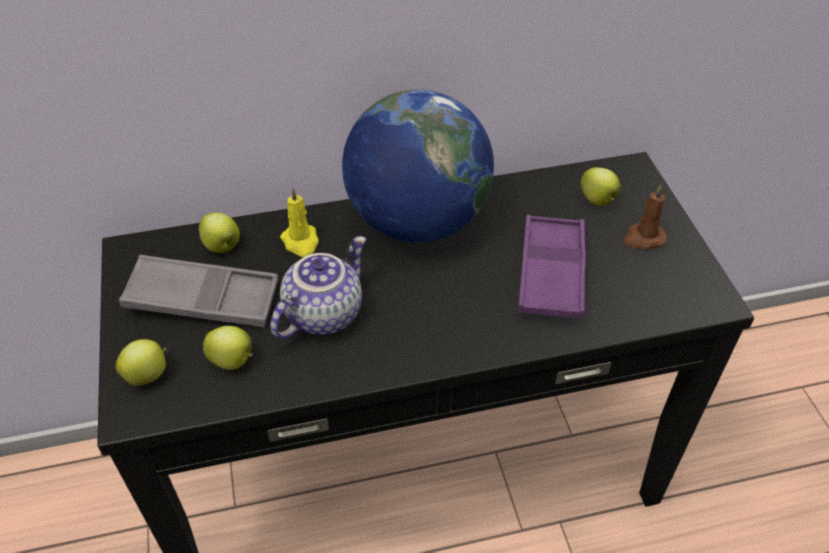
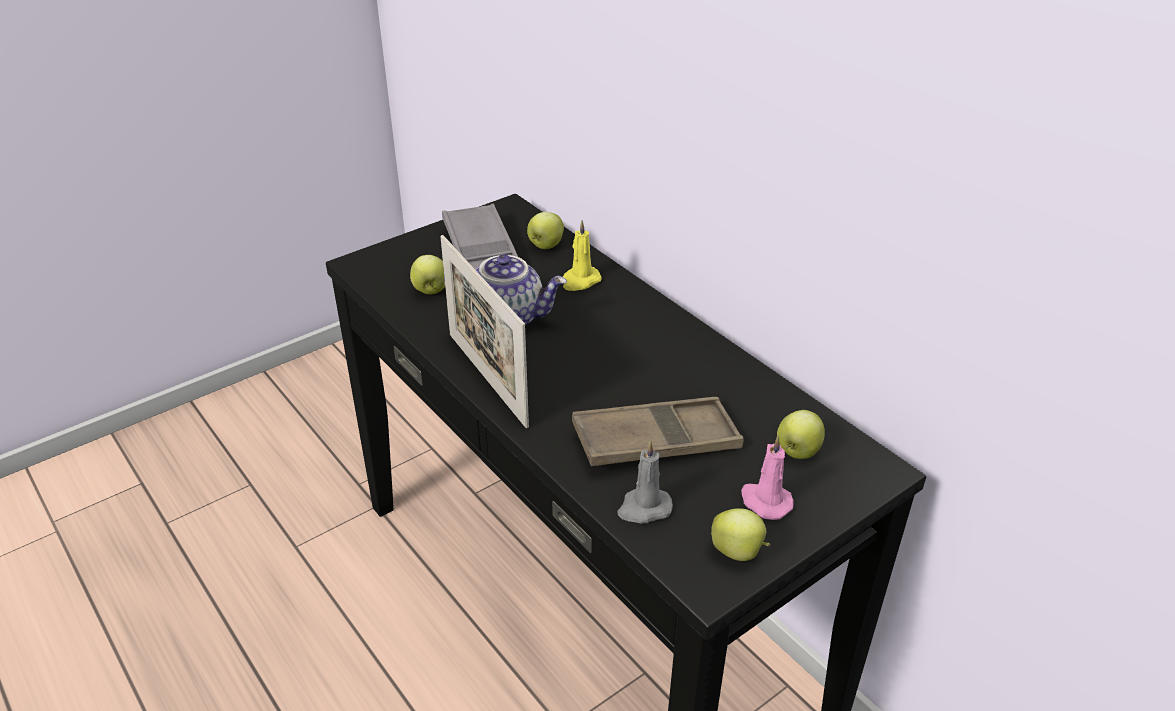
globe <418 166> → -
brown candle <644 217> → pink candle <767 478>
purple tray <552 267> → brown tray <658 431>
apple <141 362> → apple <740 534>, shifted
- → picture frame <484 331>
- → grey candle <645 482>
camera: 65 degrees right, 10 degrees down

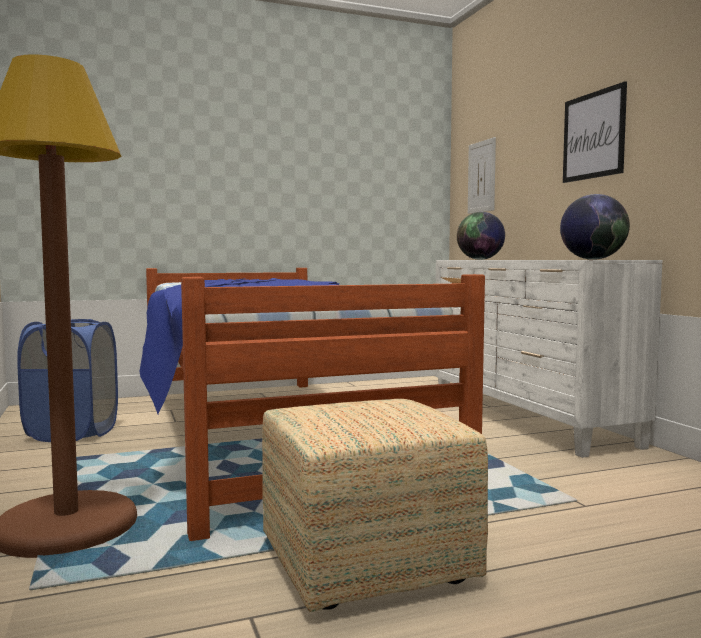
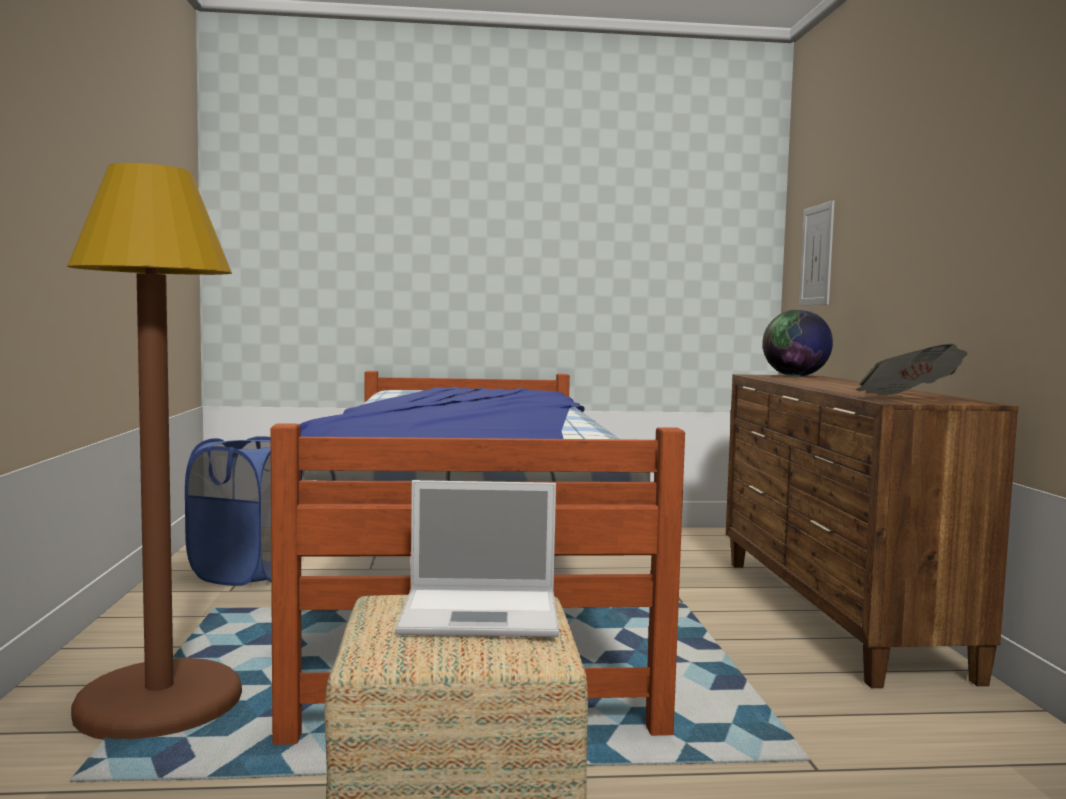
picture <595 132> → -
globe <595 227> → newspaper <911 369>
white dresser <548 359> → brown dresser <872 531>
- → laptop <477 558>
camera: 15 degrees right, 0 degrees up

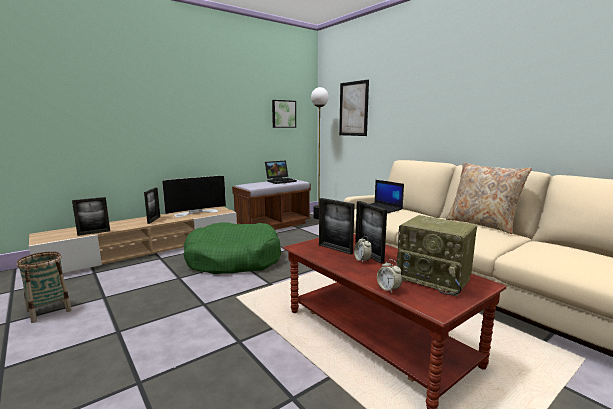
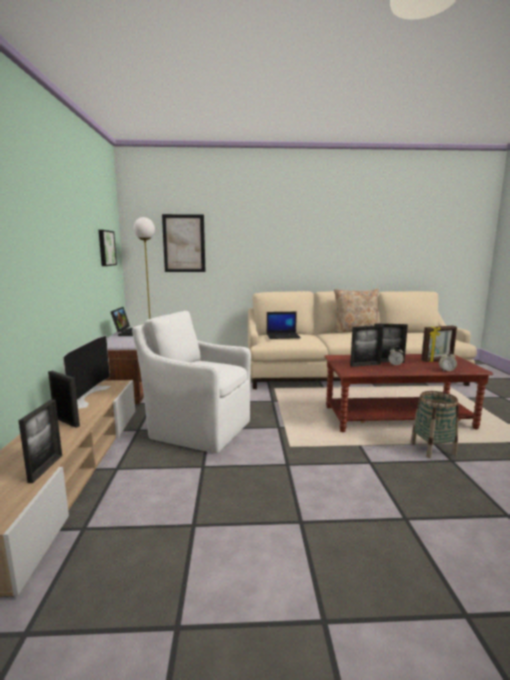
radio <437 255> → picture frame <439 344>
green dog bed <232 248> → white armchair <191 382>
basket <44 287> → basket <434 424>, shifted
camera: 55 degrees left, 0 degrees up

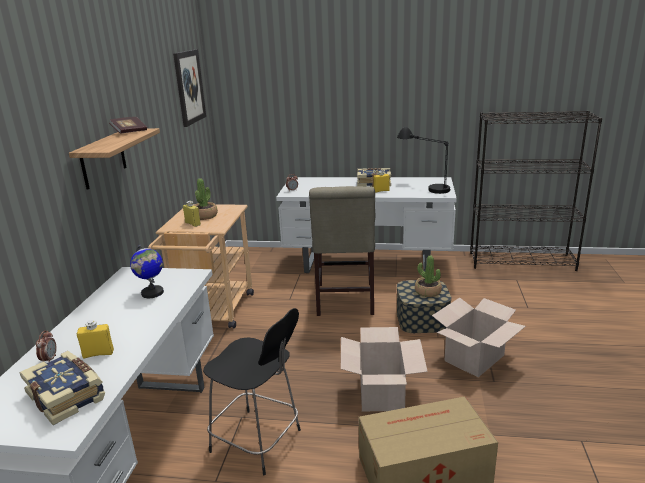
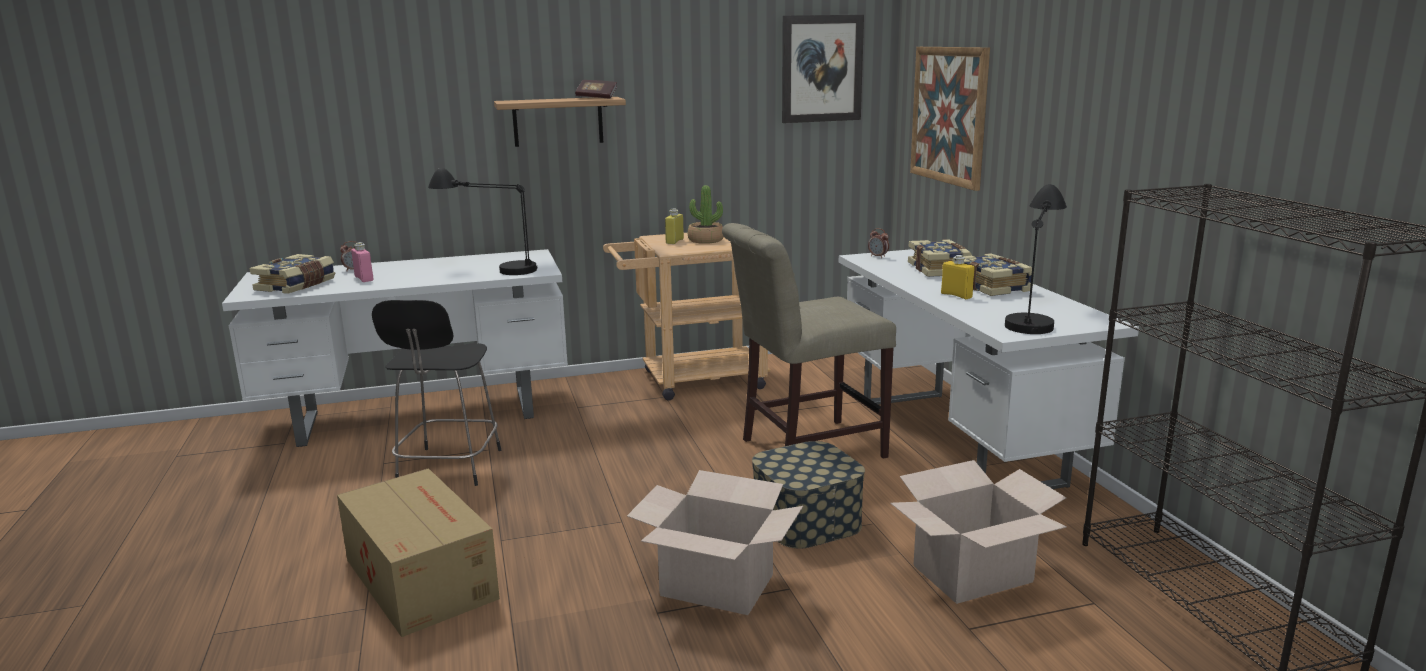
globe <147 271> → black table lamp <482 221>
potted plant <428 276> → -
yellow bottle <95 339> → pink bottle <362 262>
cardboard box <384 369> → cardboard box <978 532>, shifted
- → picture <950 119>
- → book <940 258>
camera: 65 degrees right, 5 degrees down

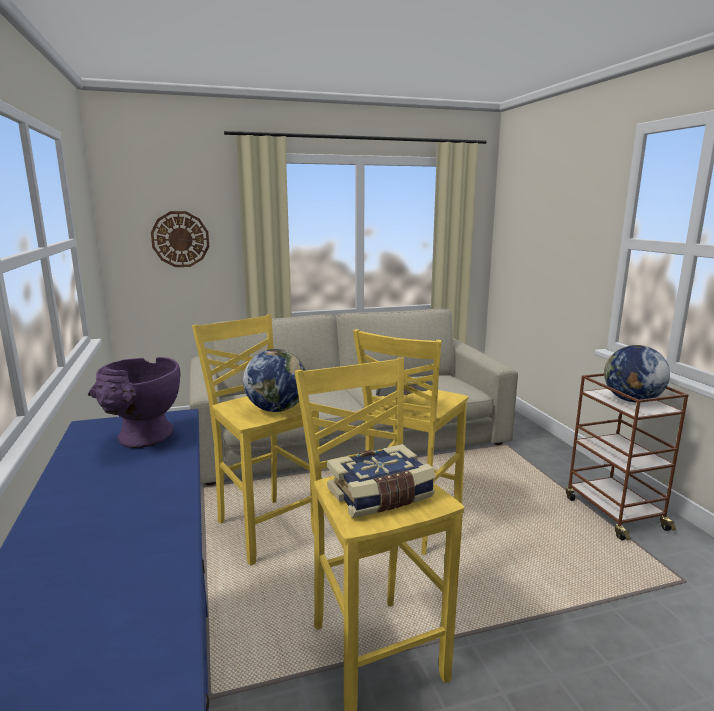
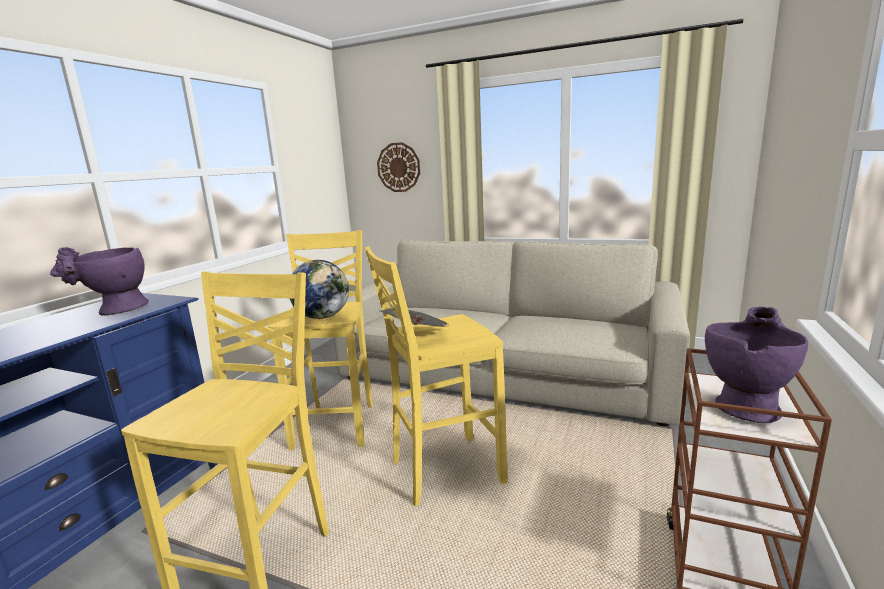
globe <637 374> → purple vase <756 365>
book <381 481> → -
camera: 40 degrees right, 0 degrees up

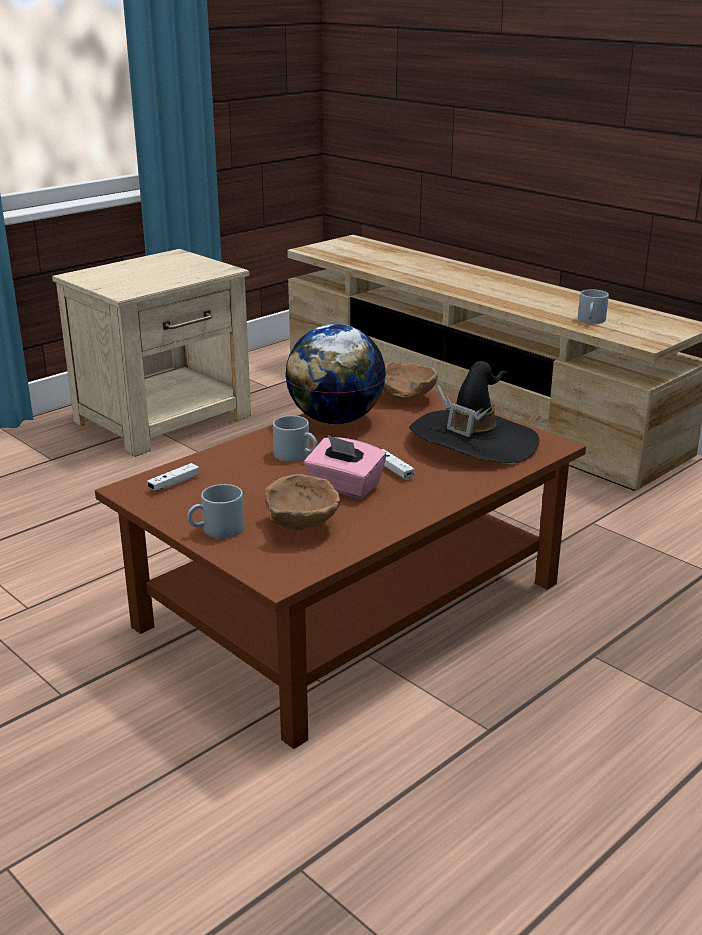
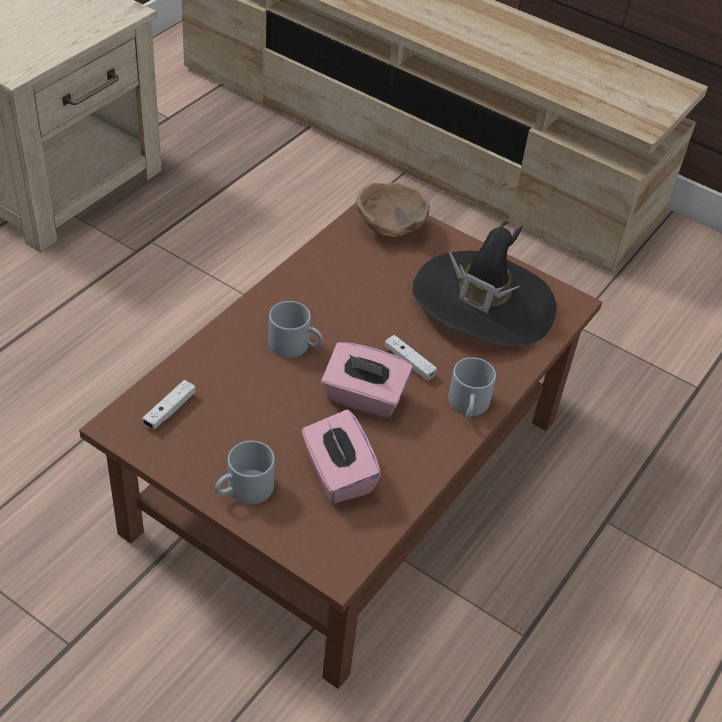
grey mug <593 306> → grey mug <472 387>, shifted
globe <335 374> → -
brown bowl <302 502> → pink tissue box <341 457>
camera: 15 degrees left, 20 degrees up

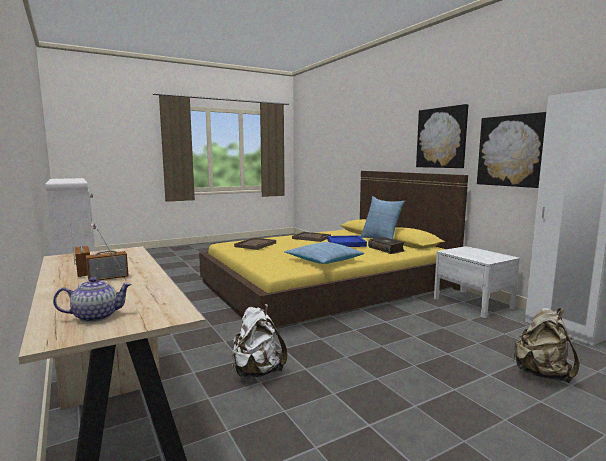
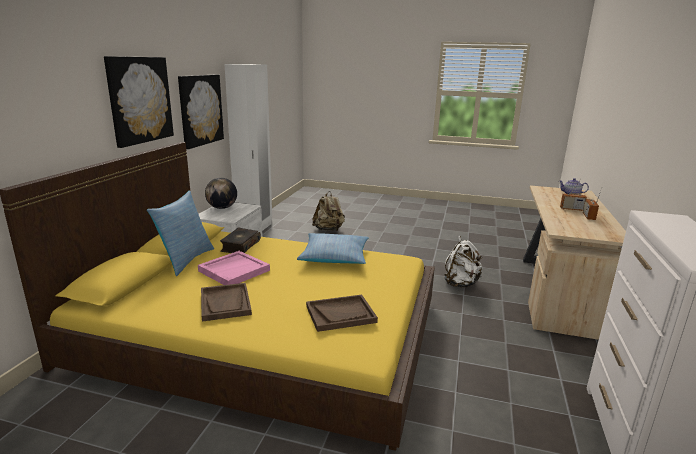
blue tray <347 241> → pink tray <234 268>
- → globe <221 193>
camera: 135 degrees left, 10 degrees up

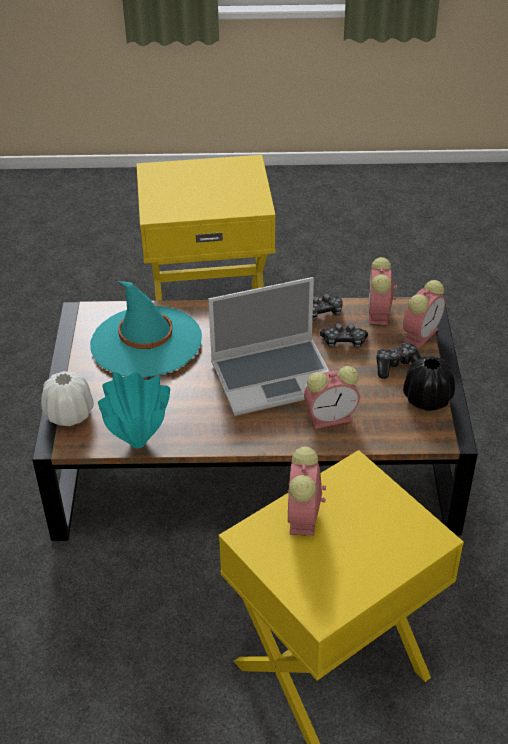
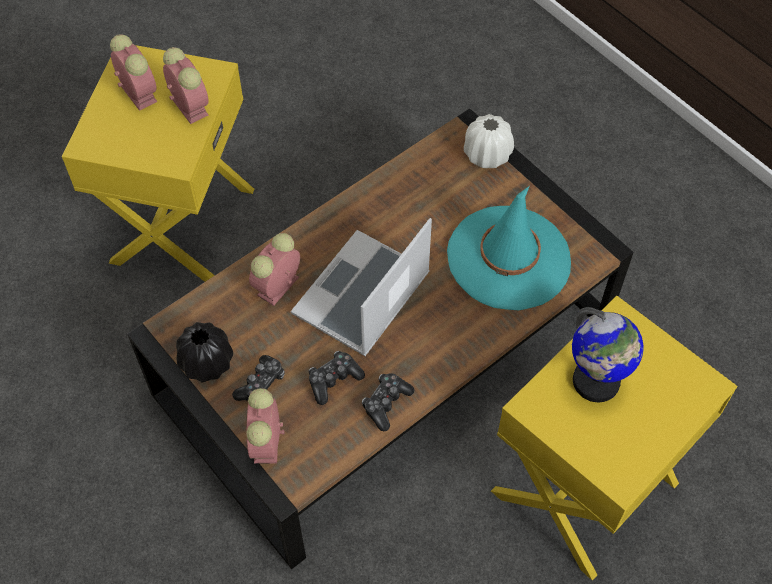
alarm clock <382 291> → alarm clock <133 72>, shifted
turquoise vase <134 410> → -
- → globe <607 354>
camera: 140 degrees right, 15 degrees up

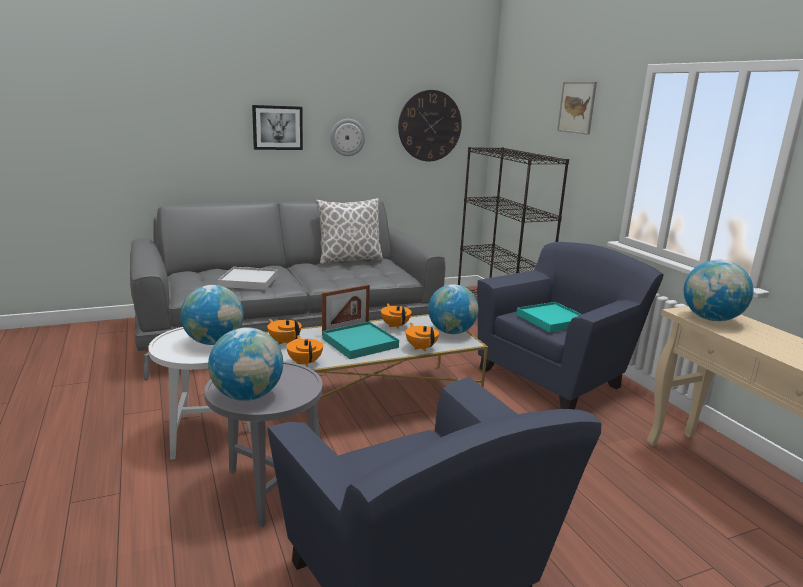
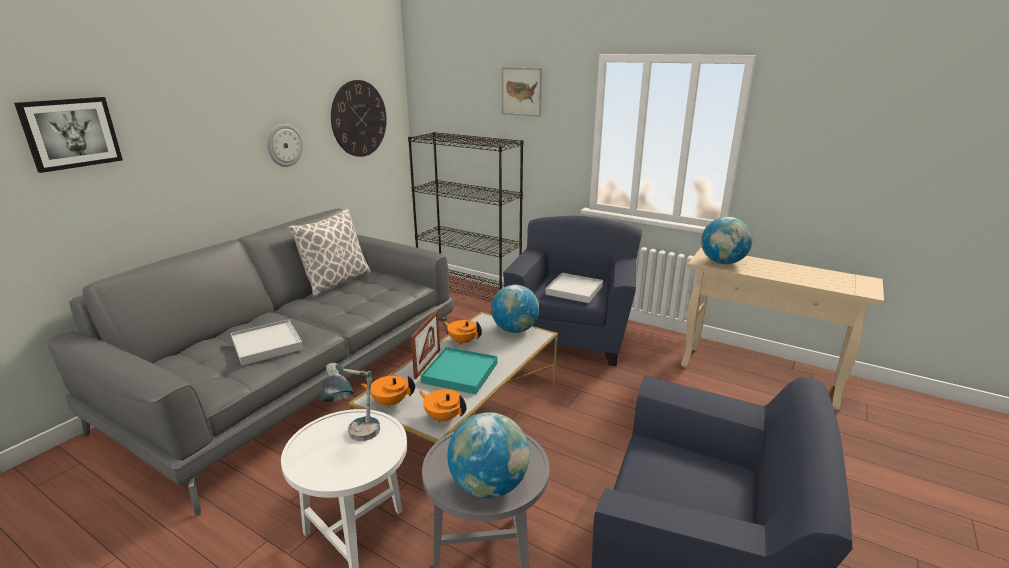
picture <277 127> → picture <68 135>, shifted
globe <212 315> → table lamp <350 402>
turquoise tray <549 317> → white tray <574 288>
orange teapot <422 337> → -
camera: 35 degrees left, 5 degrees up

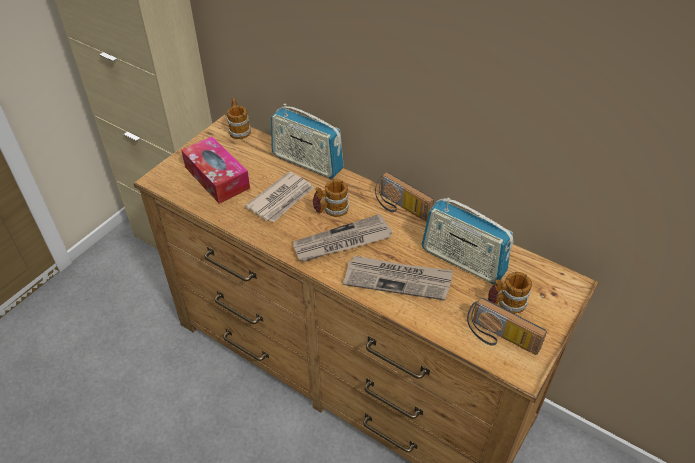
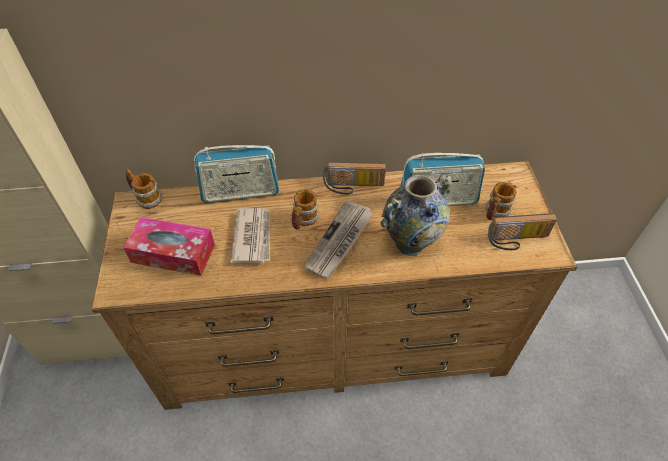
newspaper <398 278> → vase <416 215>
camera: 40 degrees left, 5 degrees up

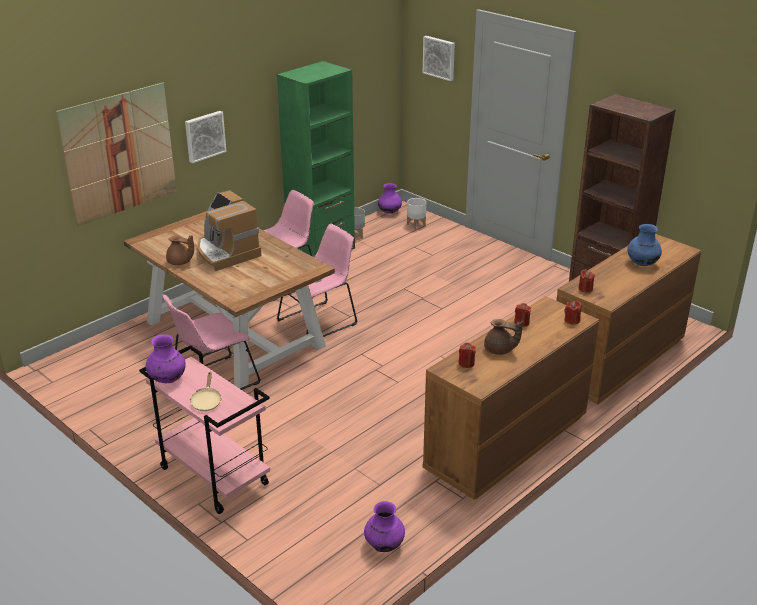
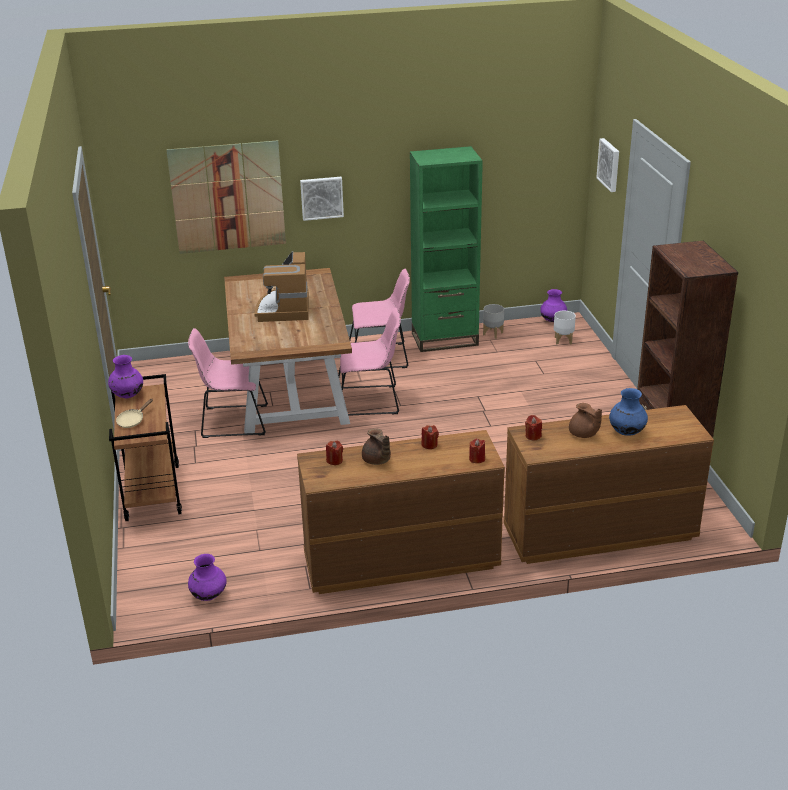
brown teapot <180 250> → brown teapot <585 420>, shifted
pink cart <204 429> → brown cart <145 447>
camera: 35 degrees right, 0 degrees up

